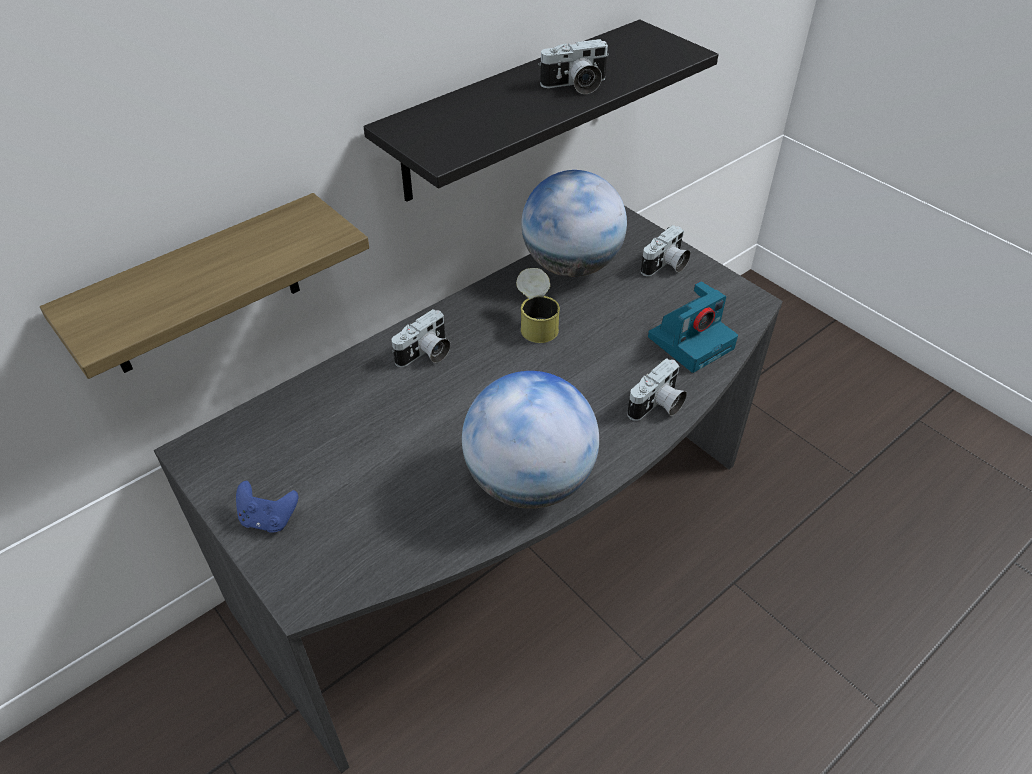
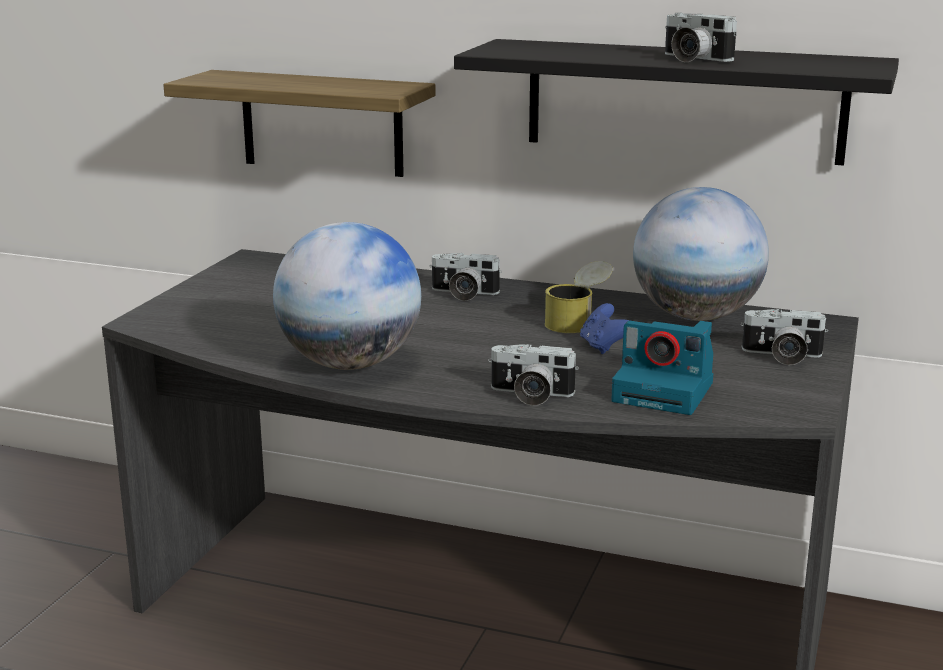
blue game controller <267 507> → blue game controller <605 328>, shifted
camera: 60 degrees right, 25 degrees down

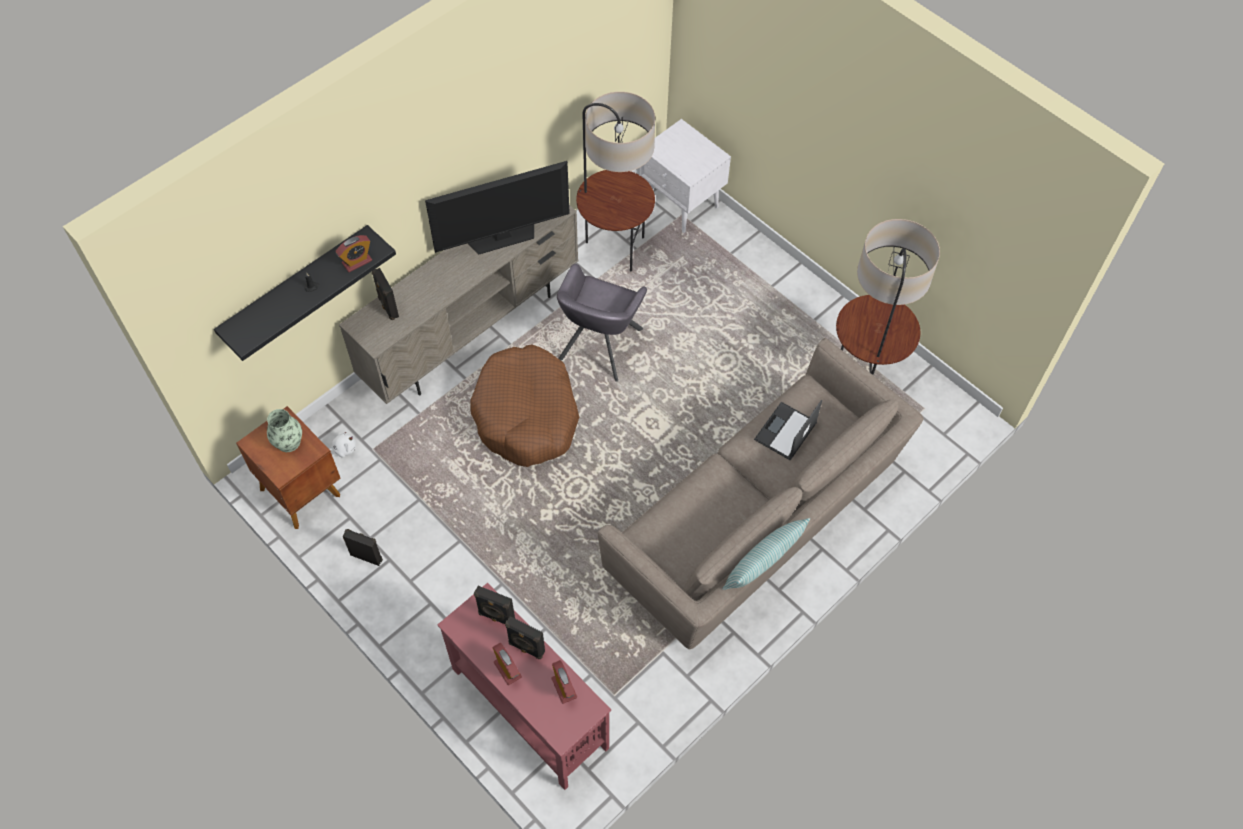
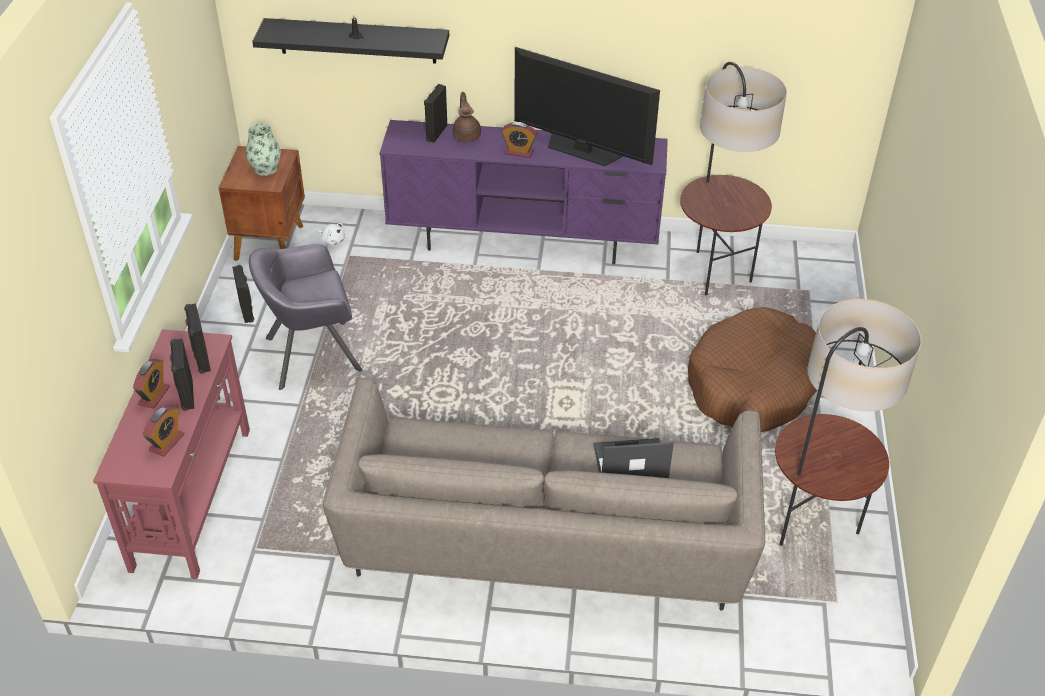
white nightstand <685 176> → -
beige tv stand <458 304> → purple tv stand <523 192>
alarm clock <353 253> → alarm clock <519 140>, shifted
grey armchair <602 323> → grey armchair <305 317>, shifted
brown dog bed <524 405> → brown dog bed <752 369>, shifted
pillow <766 554> → -
- → brown teapot <466 117>
camera: 50 degrees right, 15 degrees down

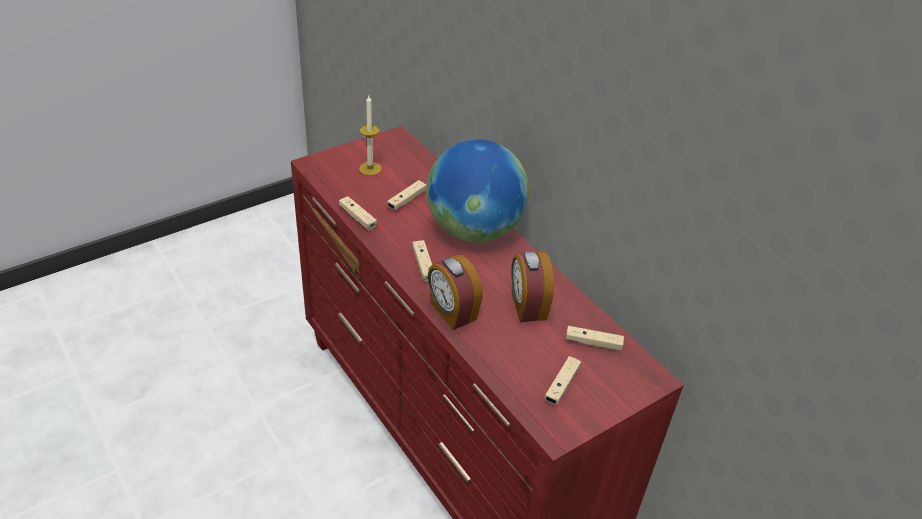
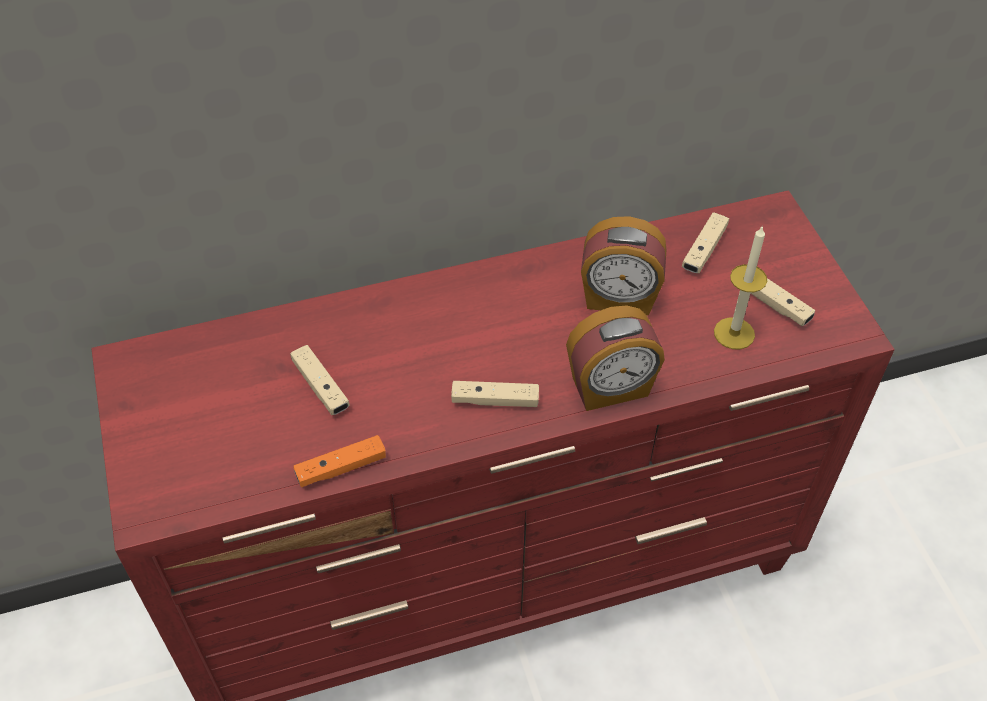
candle <370 136> → candle <740 287>, shifted
globe <477 190> → -
beige game controller <358 213> → orange game controller <340 461>
camera: 70 degrees left, 10 degrees up

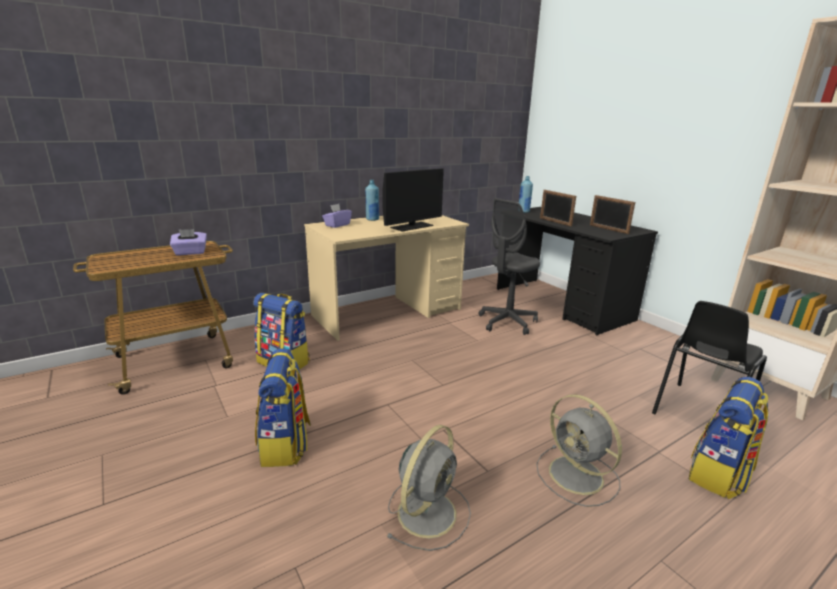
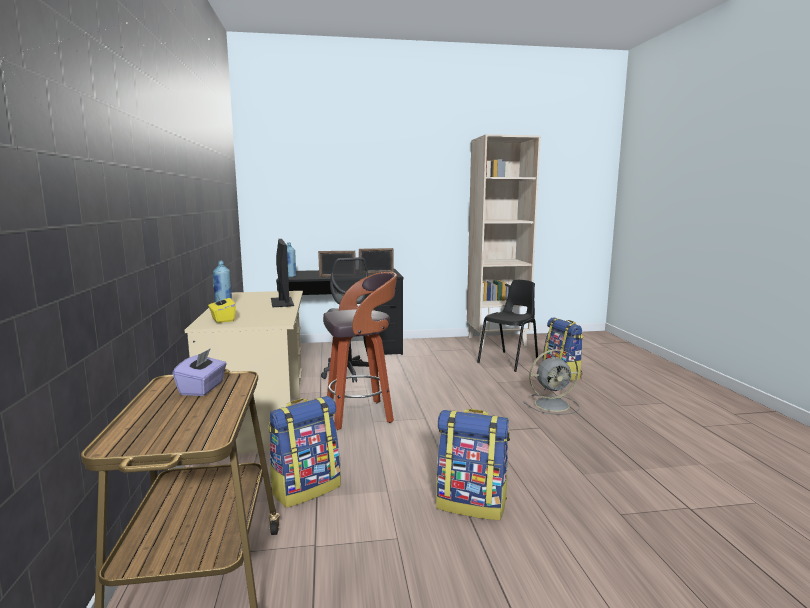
purple tissue box <337 216> → yellow tissue box <222 308>
black chair <709 357> → black chair <507 326>, 120 degrees counterclockwise
grey fan <428 488> → -
- → stool <360 351>
camera: 65 degrees left, 10 degrees down

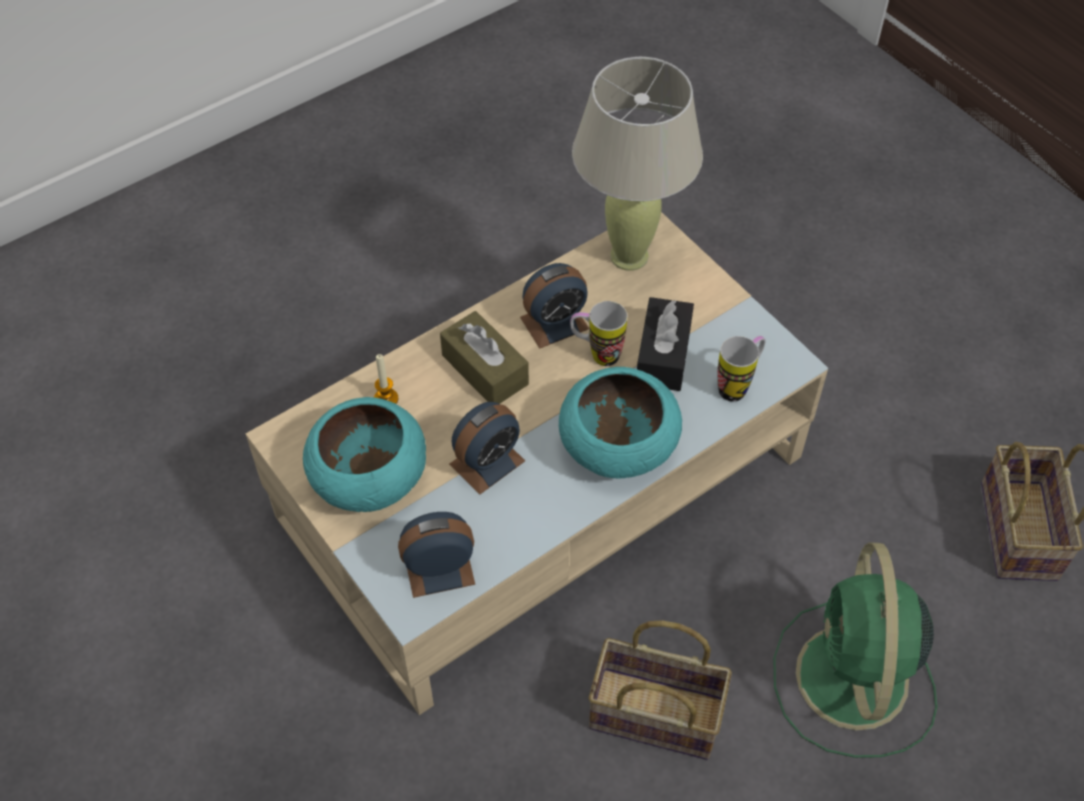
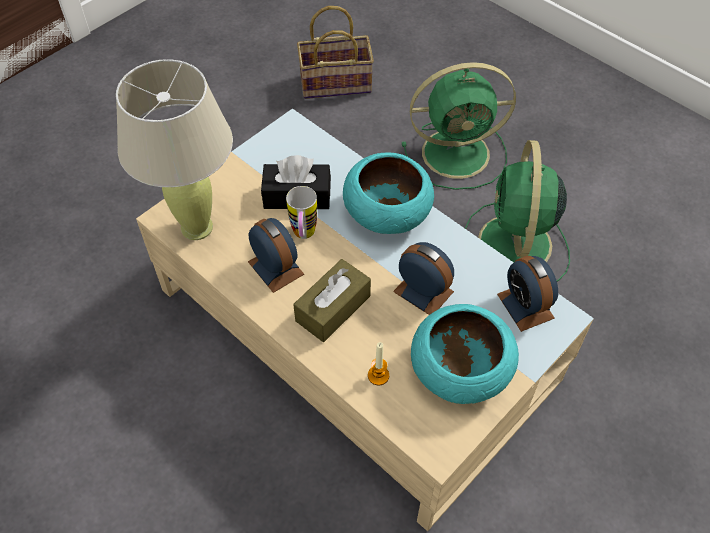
mug <741 369> → -
basket <660 690> → green fan <517 210>
camera: 100 degrees left, 0 degrees up

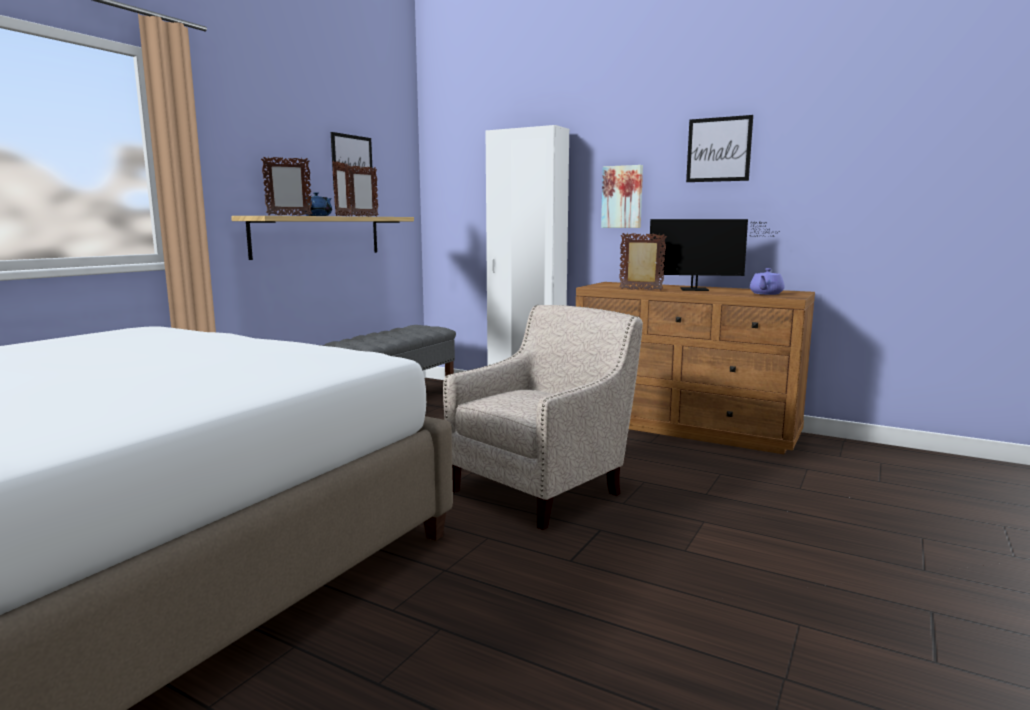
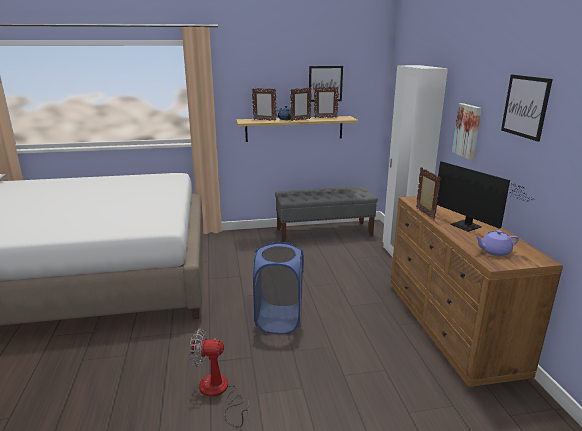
beige armchair <543 417> → blue laundry basket <278 288>
- → fan <219 377>
camera: 50 degrees right, 10 degrees up

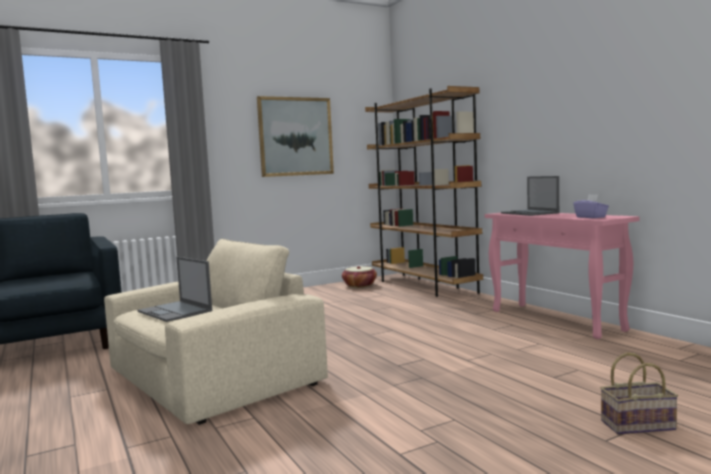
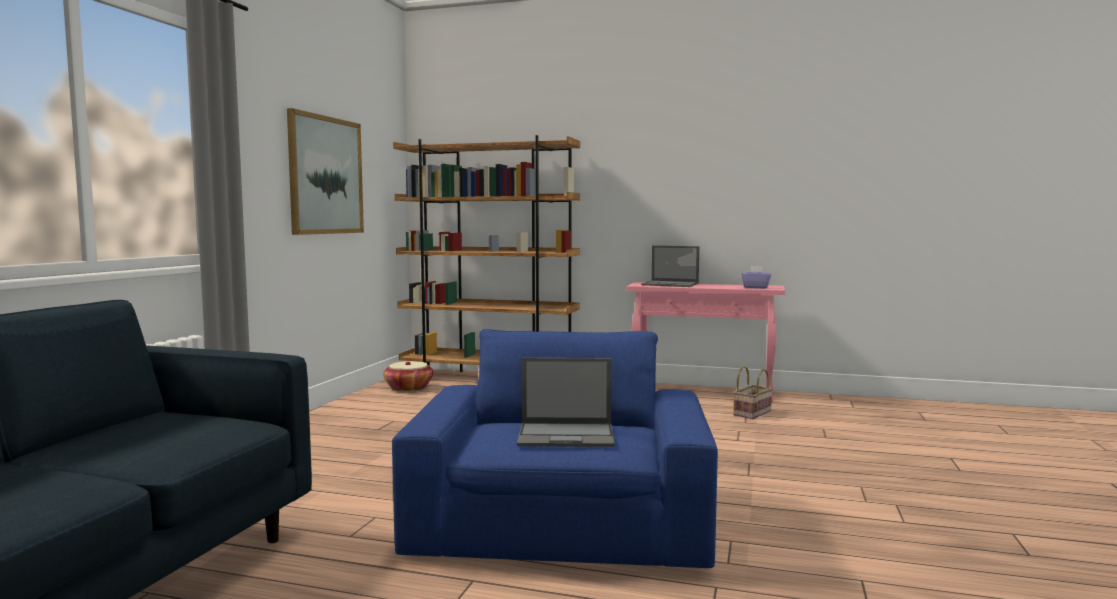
beige armchair <216 332> → blue armchair <555 448>
basket <639 394> → basket <753 392>, shifted
camera: 45 degrees left, 0 degrees up

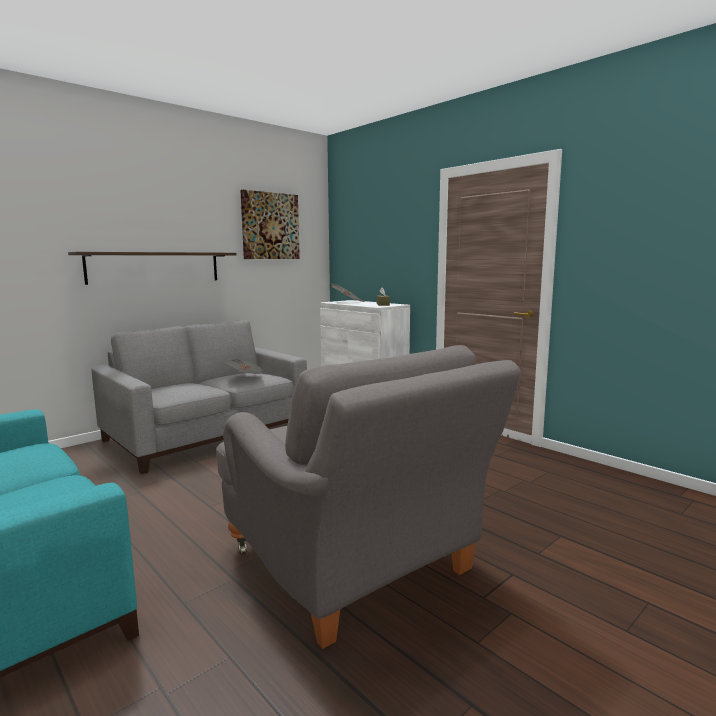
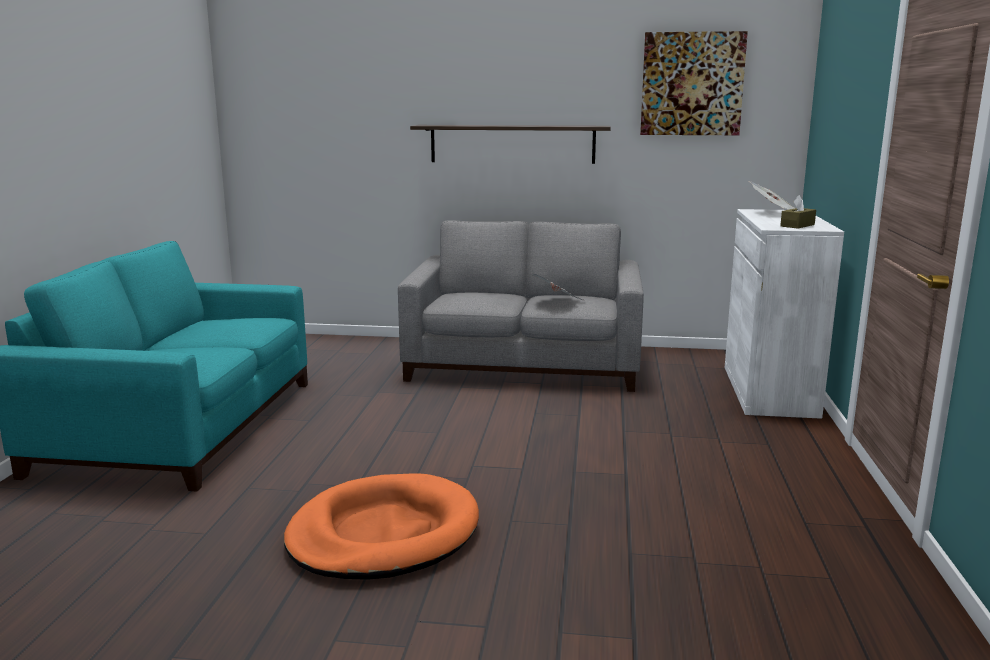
grey armchair <368 497> → orange dog bed <381 526>
camera: 50 degrees right, 5 degrees up

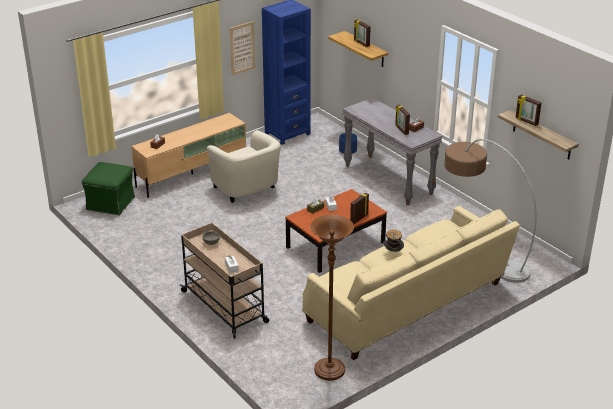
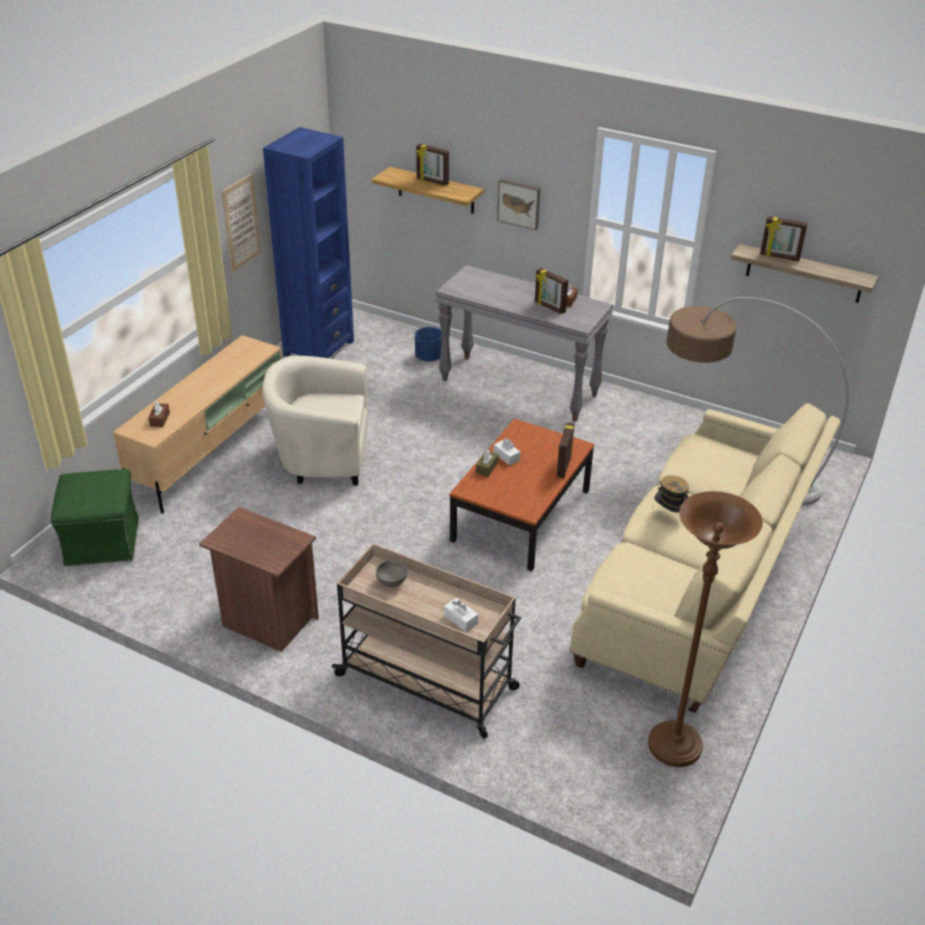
beige armchair <244 166> → beige armchair <315 420>, 150 degrees clockwise
- → picture <519 204>
- → brown nightstand <259 579>
camera: 25 degrees left, 5 degrees up

